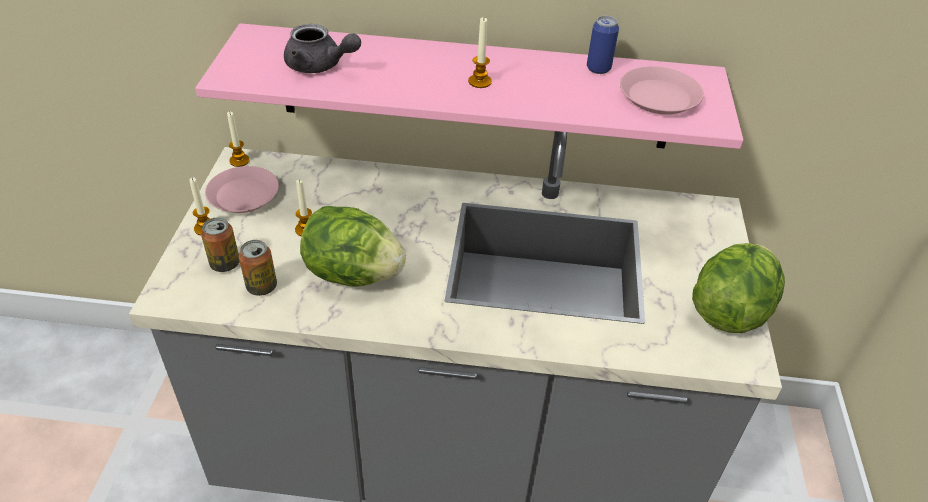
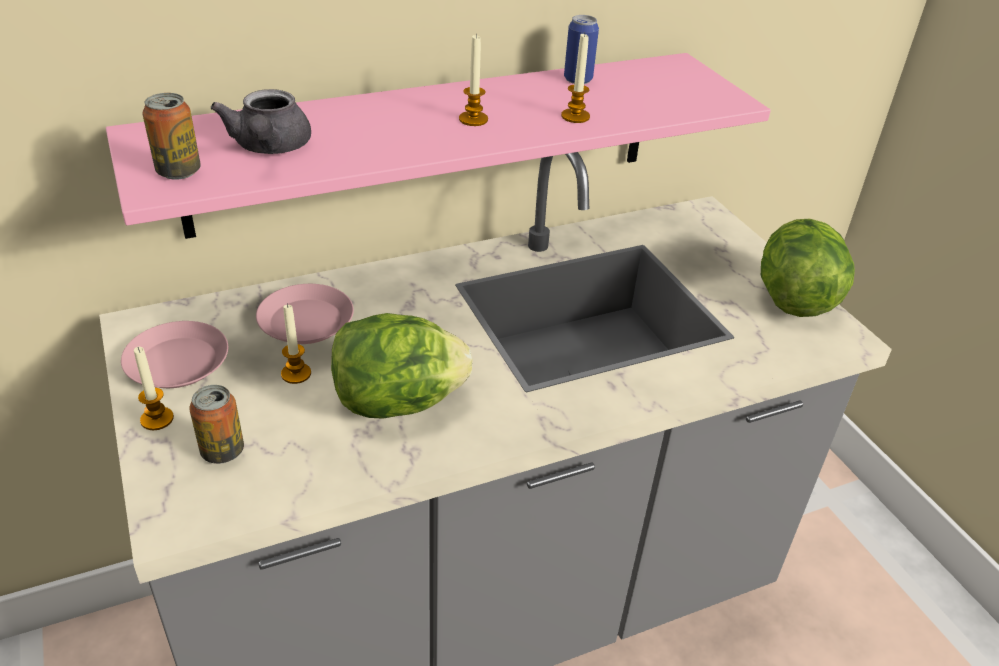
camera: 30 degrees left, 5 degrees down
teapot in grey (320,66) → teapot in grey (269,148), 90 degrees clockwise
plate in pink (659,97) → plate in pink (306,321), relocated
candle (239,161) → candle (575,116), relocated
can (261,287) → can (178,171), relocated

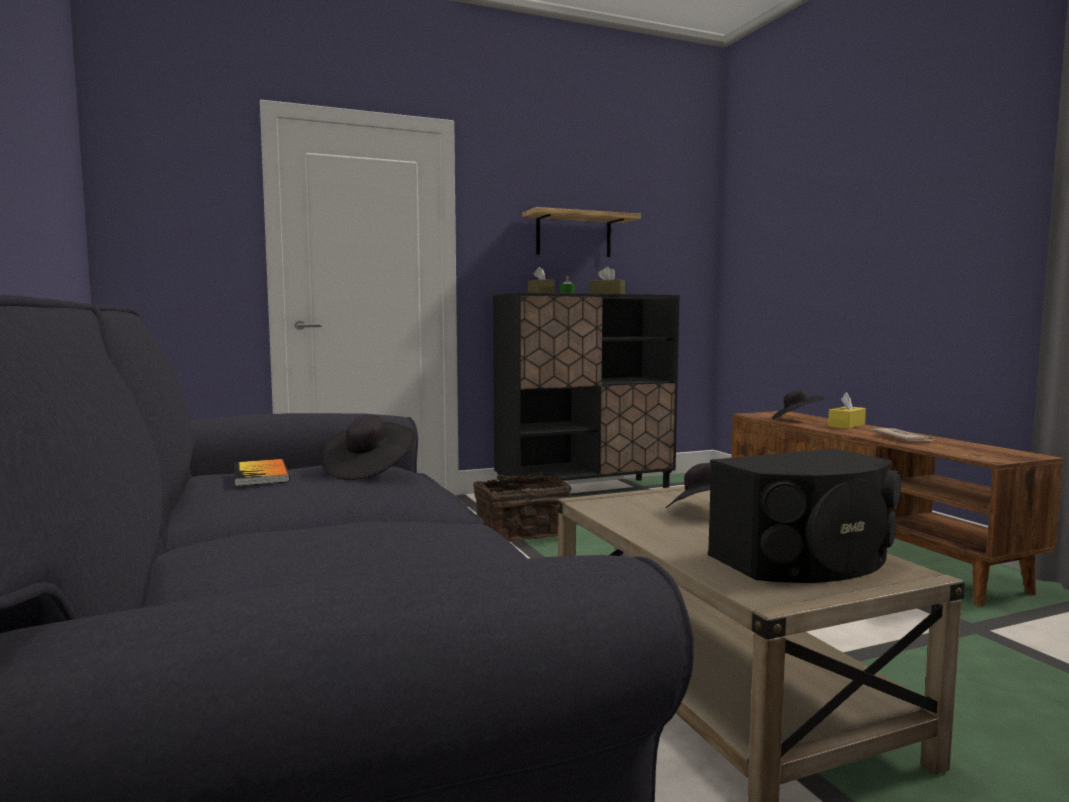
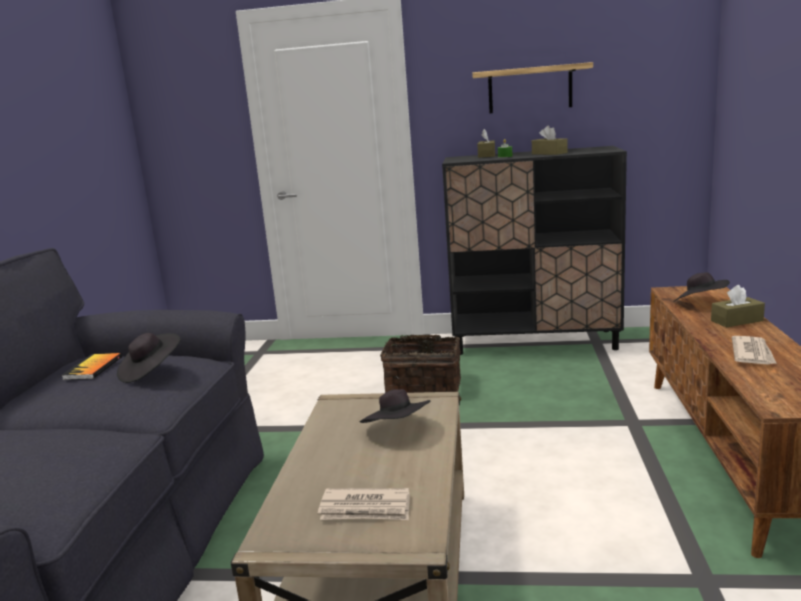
camera: 30 degrees right, 10 degrees up
tissue box in yellow (846,425) → tissue box in brown (736,321)
speaker in black (806,561) → newspaper (366,509)

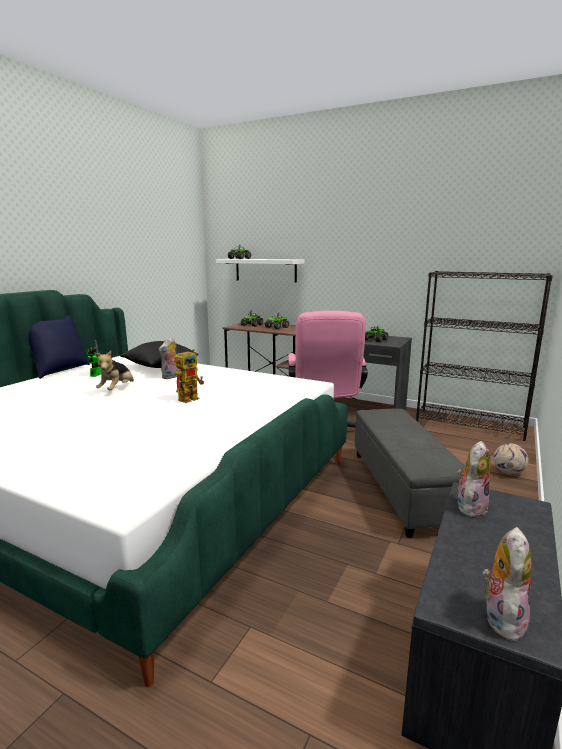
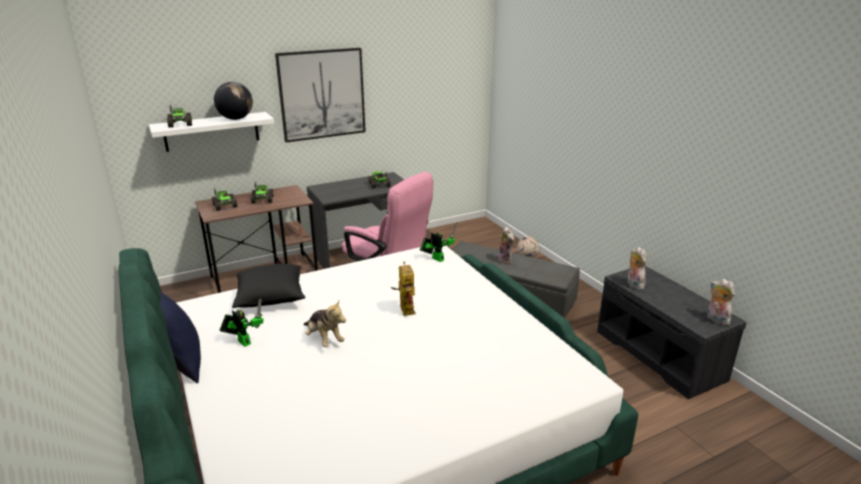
camera: 55 degrees left, 10 degrees up
bookcase in black (470,424) → -
plush toy (171,377) → plush toy (506,260), relocated
- → picture (322,94)
- → globe (236,119)
- → toy robot (436,258)

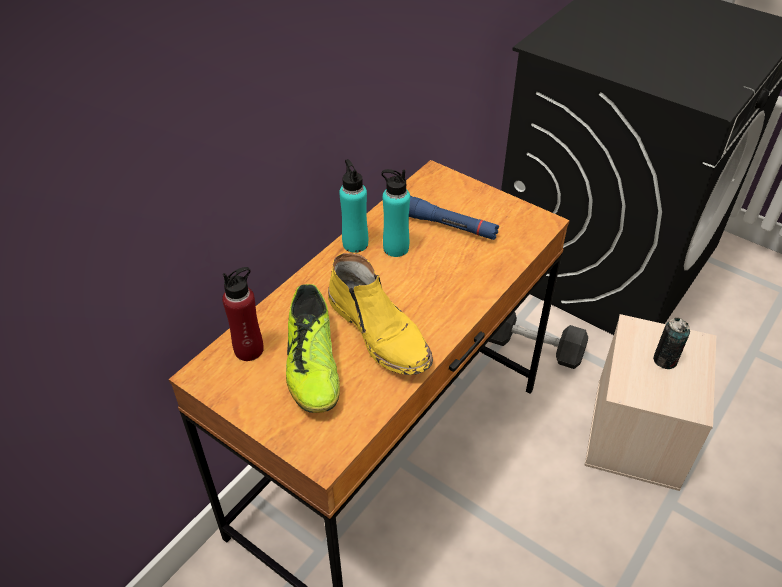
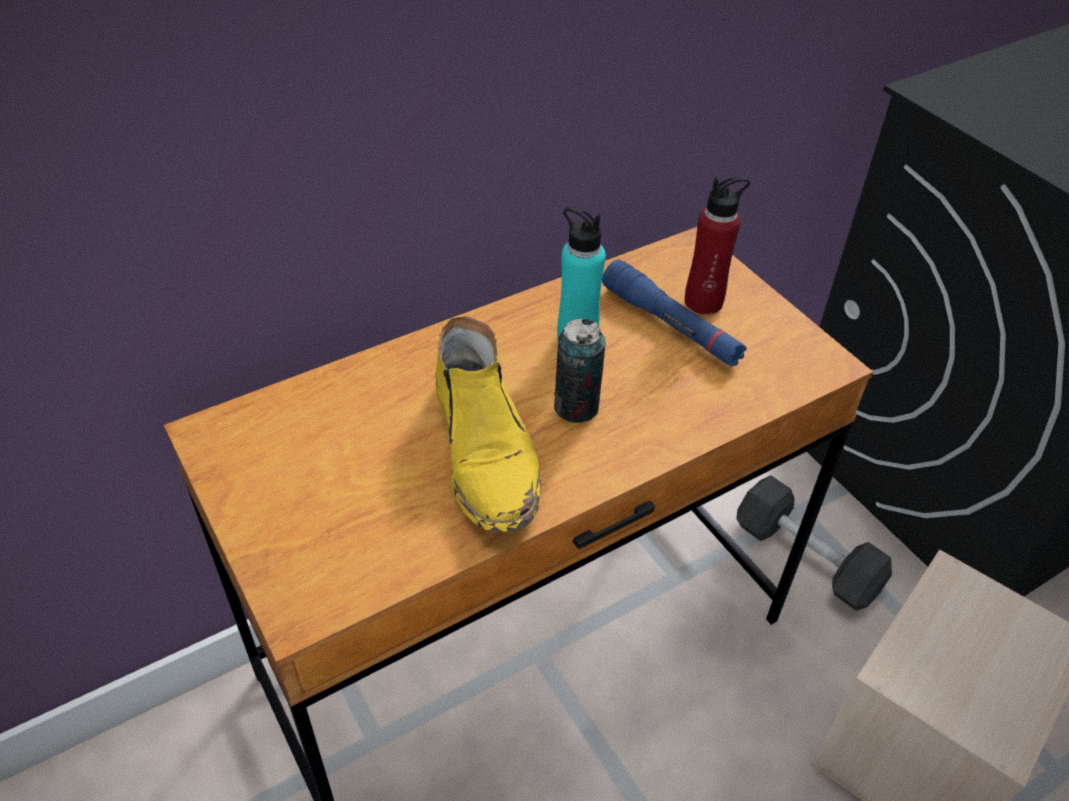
camera: 20 degrees right, 0 degrees up
bottle in turquoise (355,243) → -
bottle in red (249,349) → bottle in red (703,302), relocated
shoe (312,364) → -
can (665,360) → can (576,407), relocated

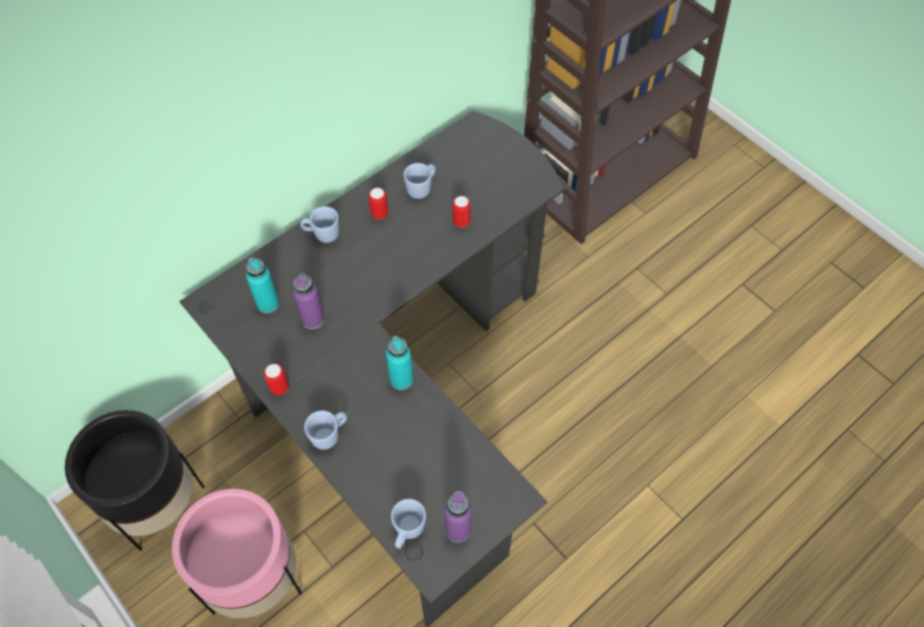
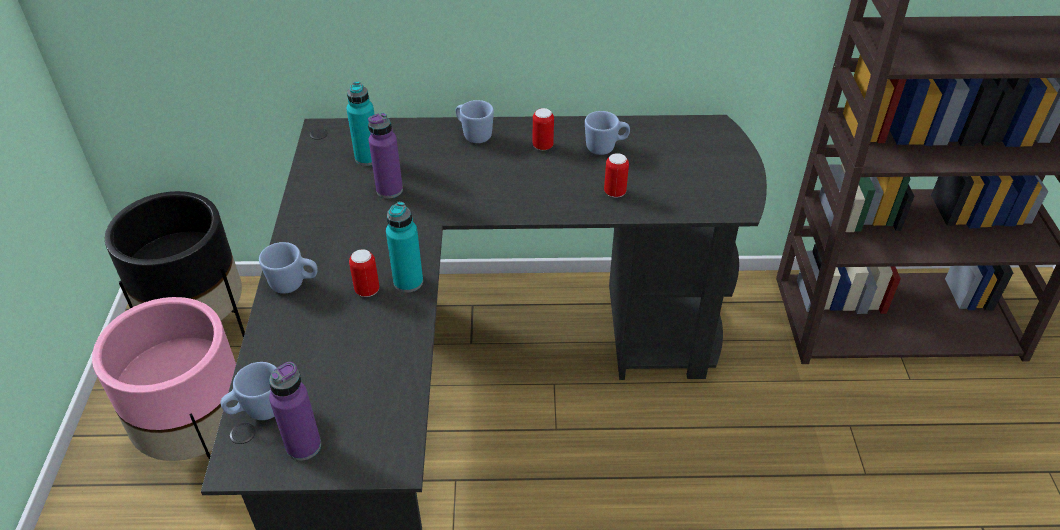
camera: 40 degrees right, 15 degrees down
can (279,387) → can (367,290), relocated

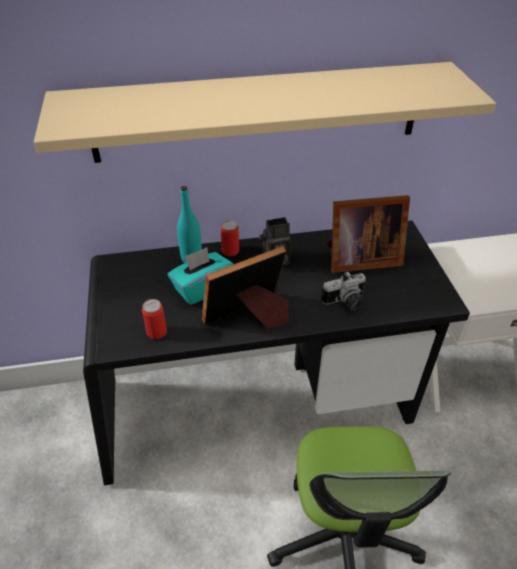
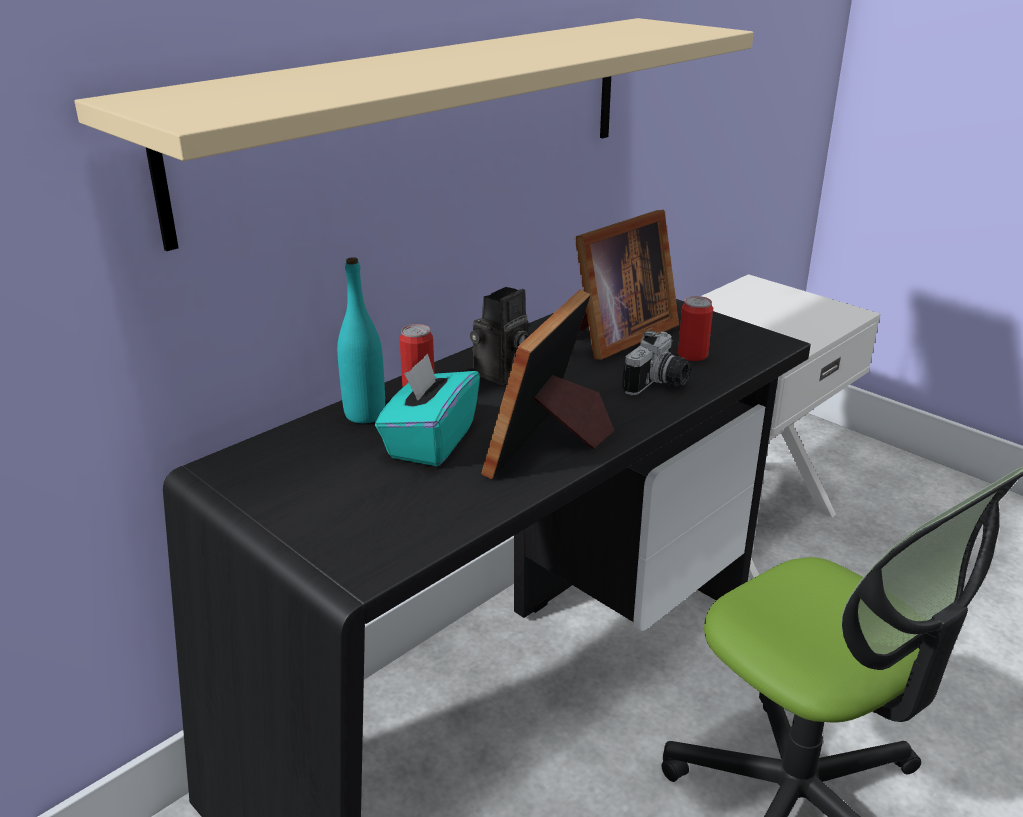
camera: 35 degrees left, 15 degrees down
can (156,332) → can (692,355), relocated

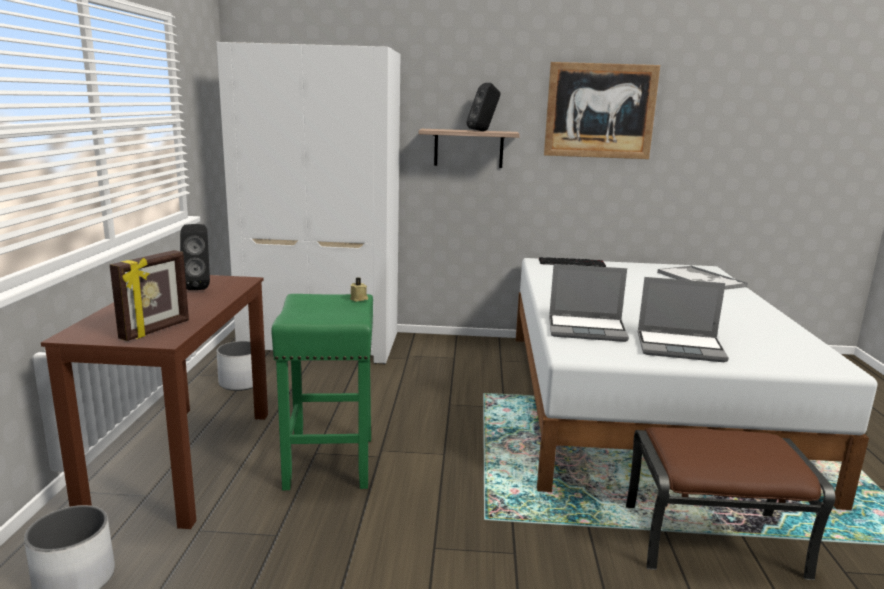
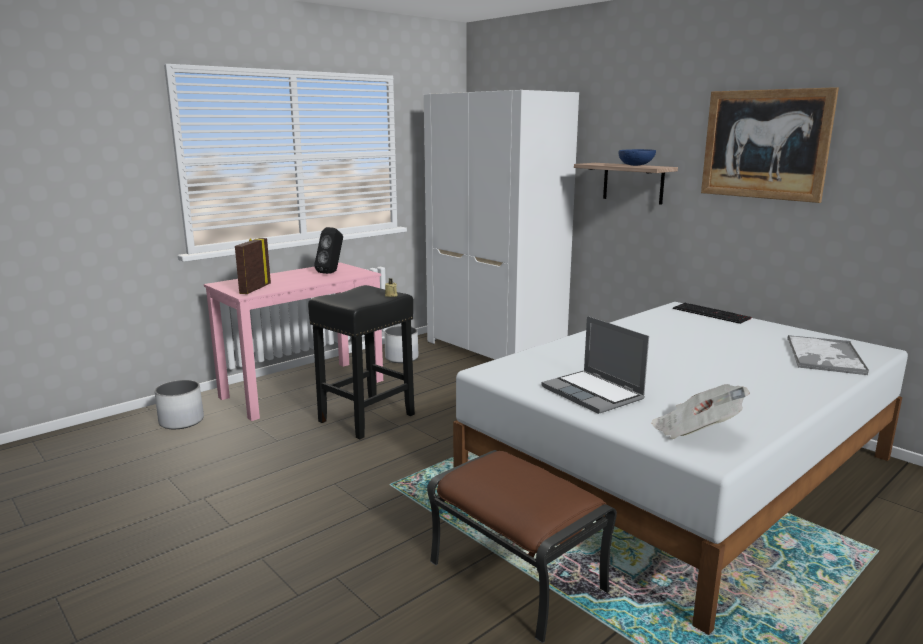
camera: 45 degrees right, 0 degrees up
speaker in black (483,131) → bowl in blue (636,165)
picture frame (156,330) → picture frame (254,289), 120 degrees clockwise
laptop (587,329) → -
desk in brown (184,459) → desk in pink (304,388)
stool in green (329,463) → stool in black (365,418)
- → newspaper (695,432)

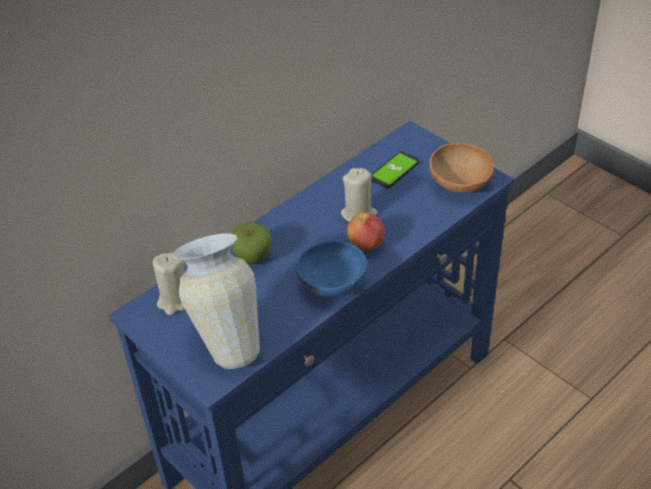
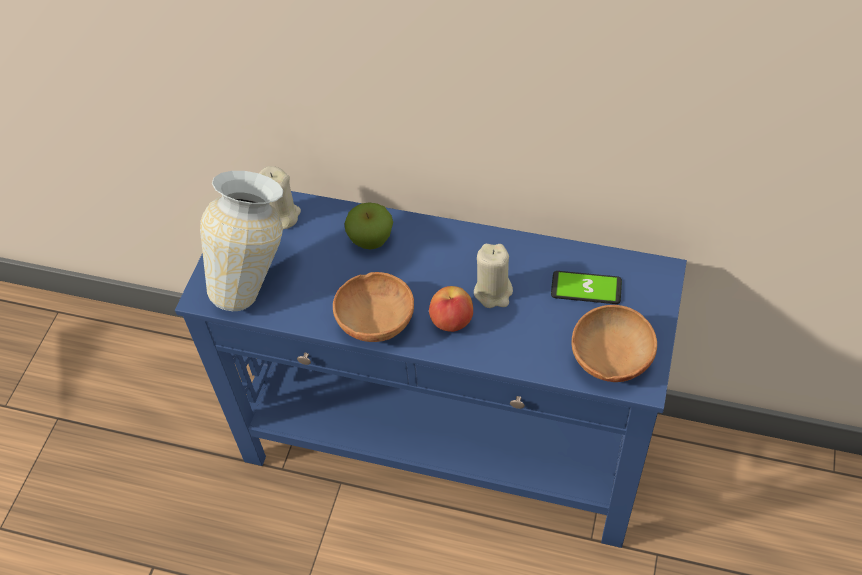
camera: 60 degrees right, 10 degrees up
bowl in blue (332,284) → bowl in brown (377,321)

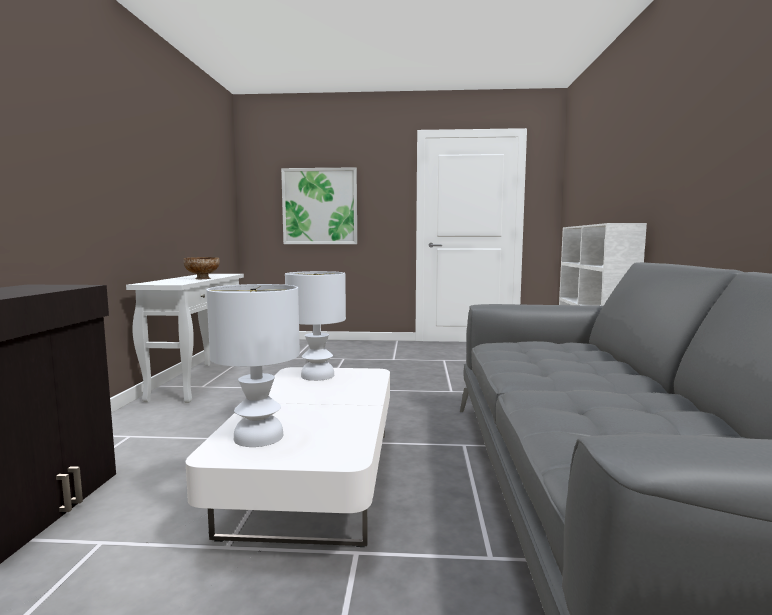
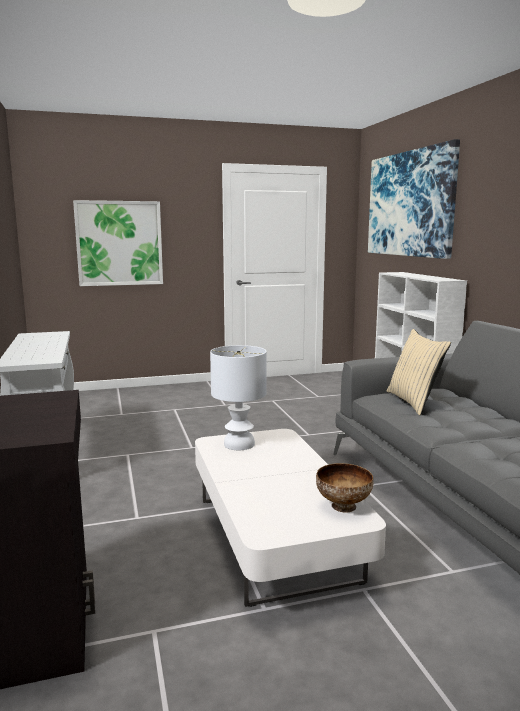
camera: 20 degrees left, 5 degrees up
bowl (202,278) → bowl (342,506), relocated
table lamp in white (258,436) → -
- → picture (409,204)
- → pillow in beige (414,402)

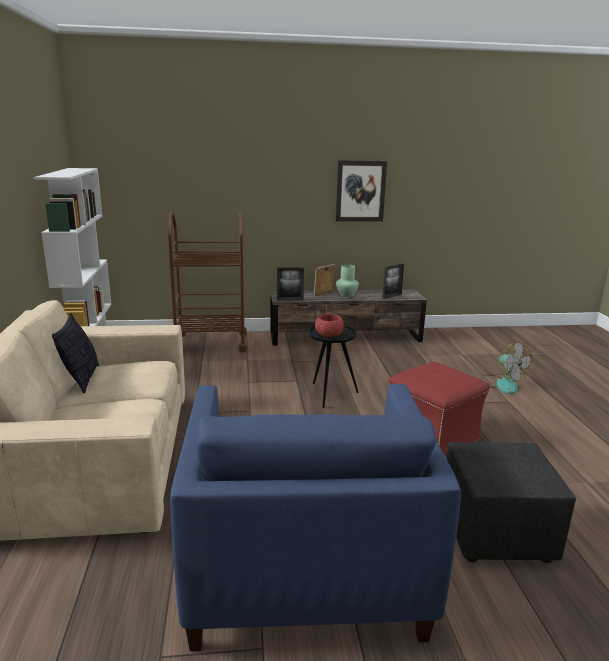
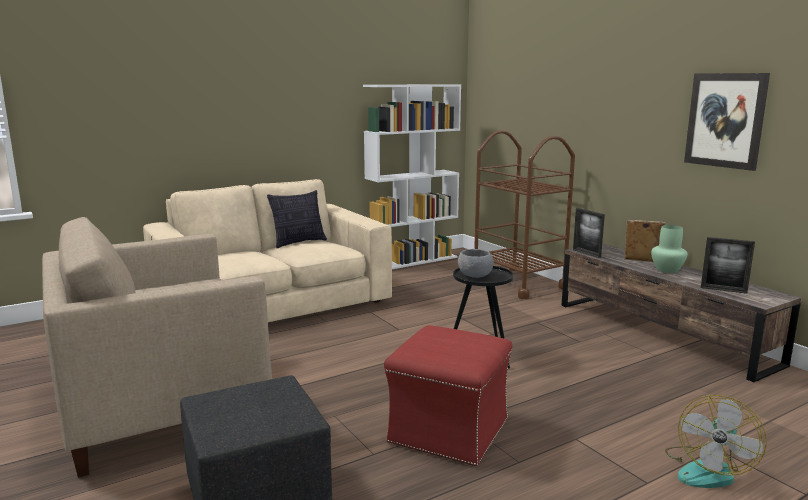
camera: 65 degrees right, 5 degrees down
bowl in red (328,335) → bowl in grey (475,275)
armchair in blue (304,569) → armchair in beige (162,404)

